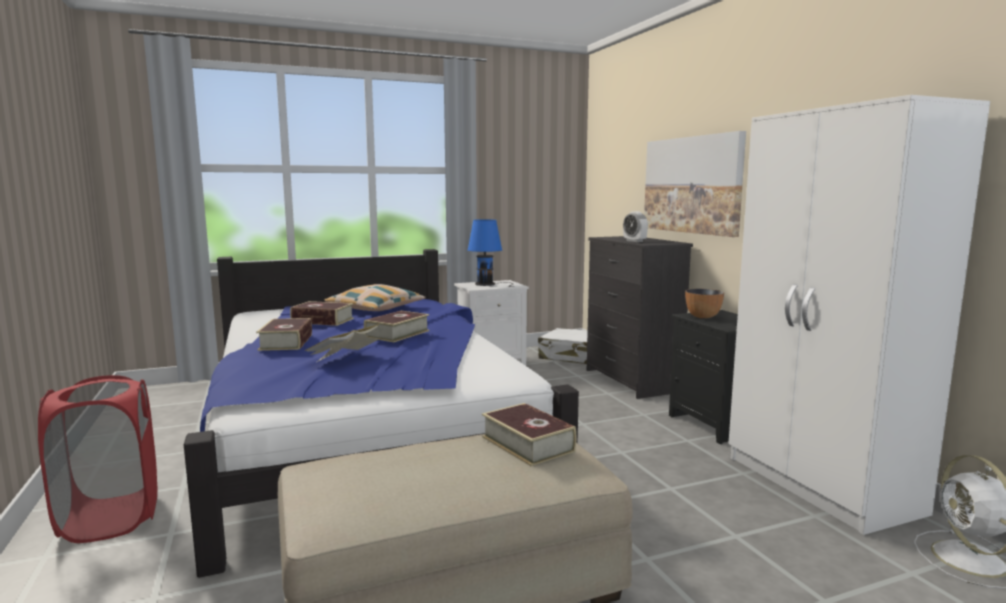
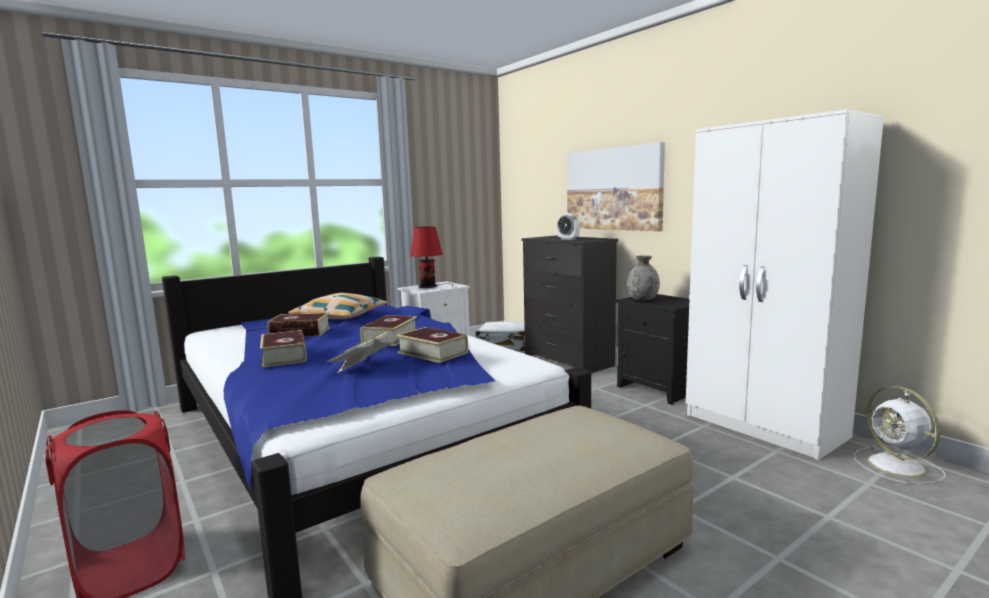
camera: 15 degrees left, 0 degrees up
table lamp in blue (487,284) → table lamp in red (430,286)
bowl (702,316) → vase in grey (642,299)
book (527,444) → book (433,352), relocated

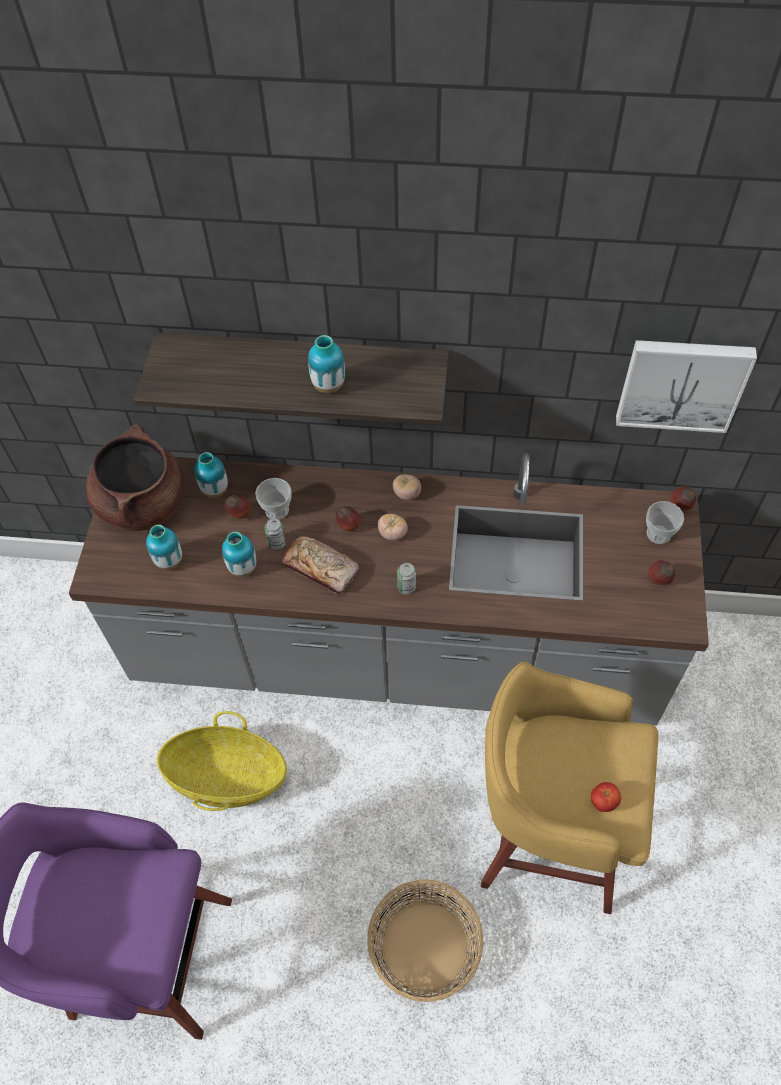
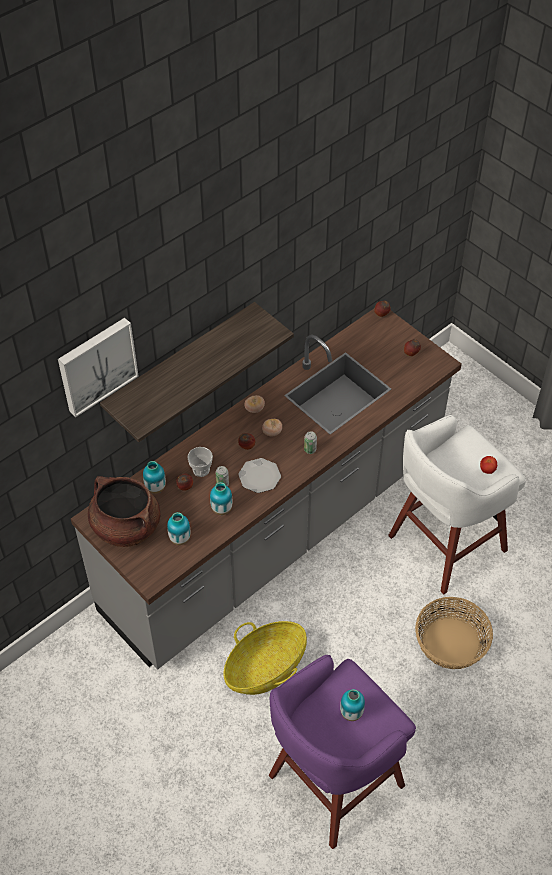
camera: 50 degrees left, 5 degrees down
vase (328,386) → vase (351,713), relocated
picture (682,383) → picture (96,365), relocated
cup (658,534) → -
bread (321,568) → plate (259,476)
stool in yellow (546,835) → stool in white (444,545)

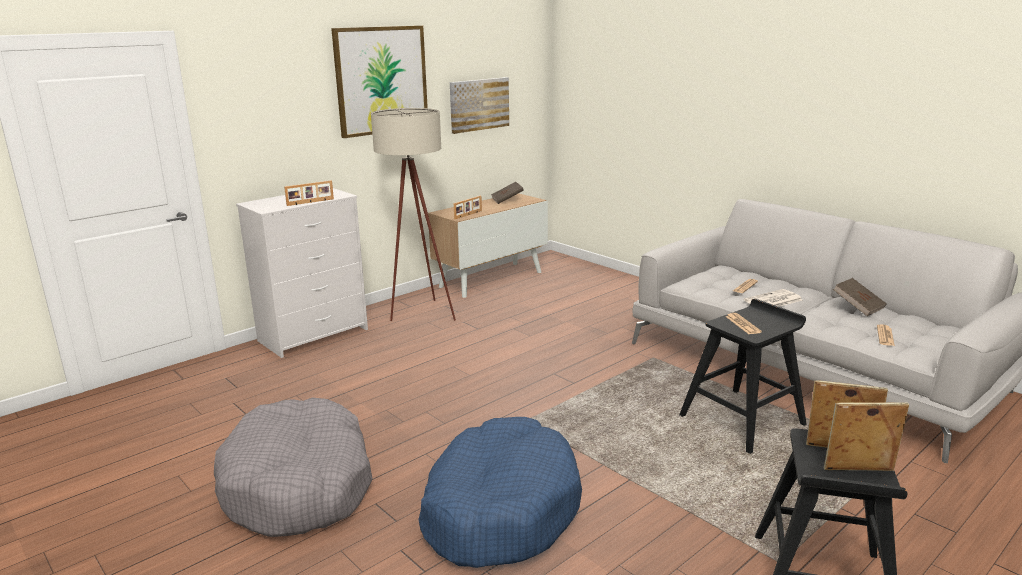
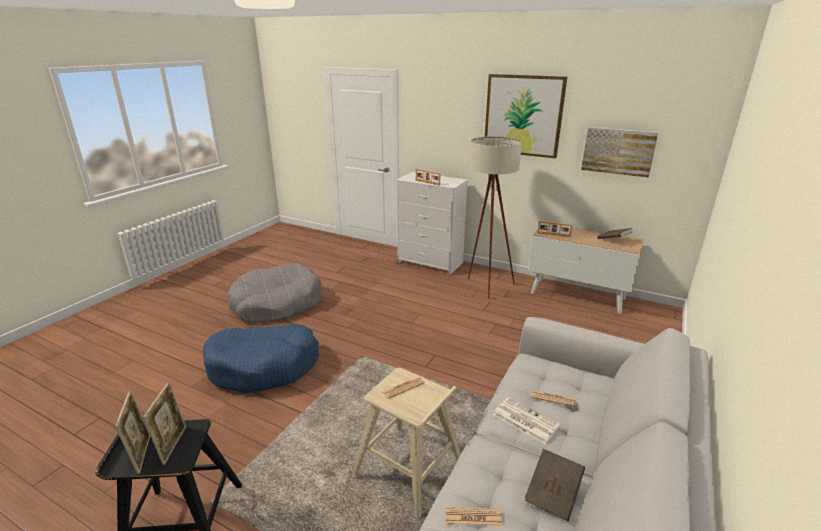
camera: 70 degrees right, 5 degrees up
stool in black (743,420) → stool in beige (409,470)

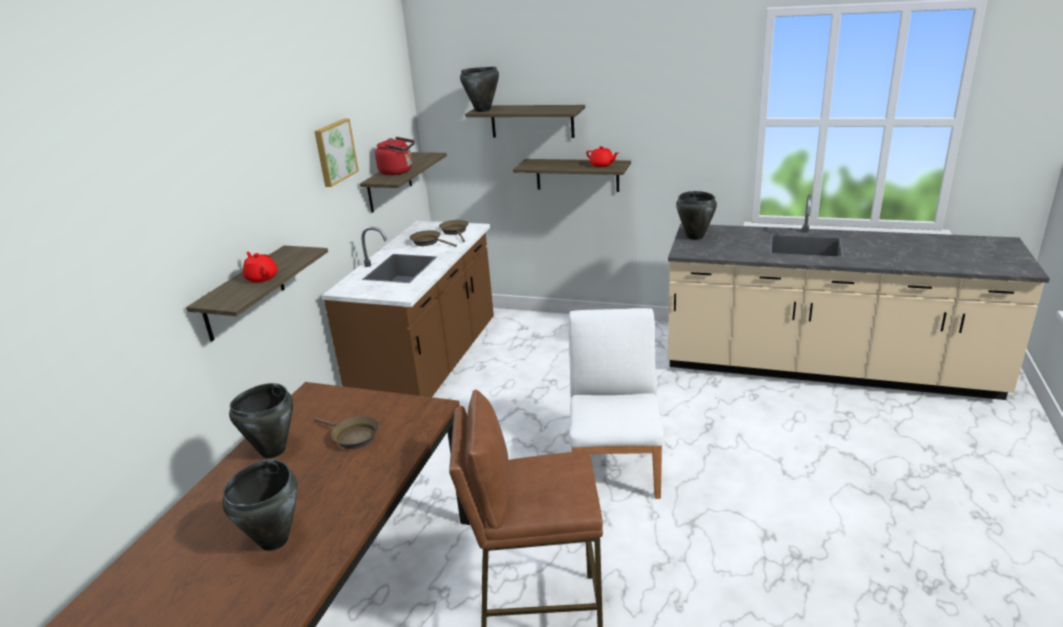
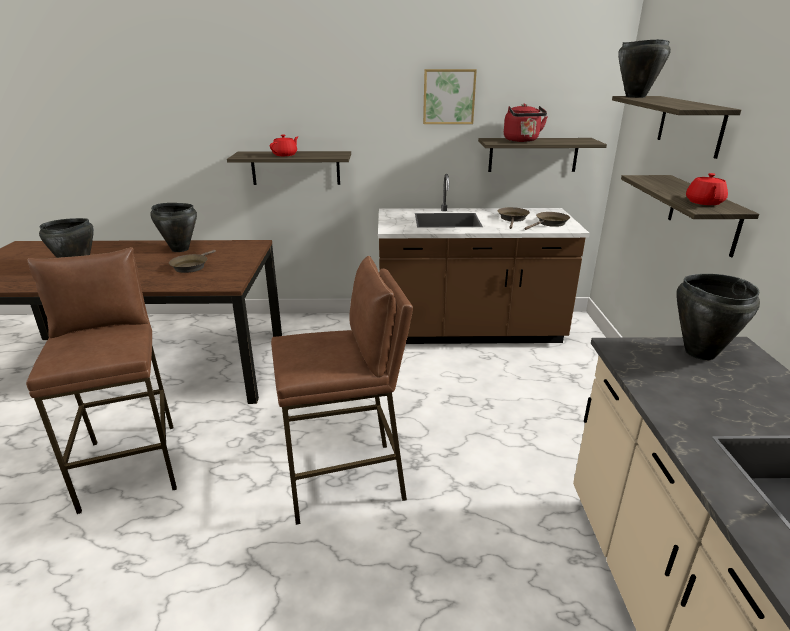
camera: 70 degrees right, 0 degrees up
chair in white (616,467) → stool in brown (345,480)

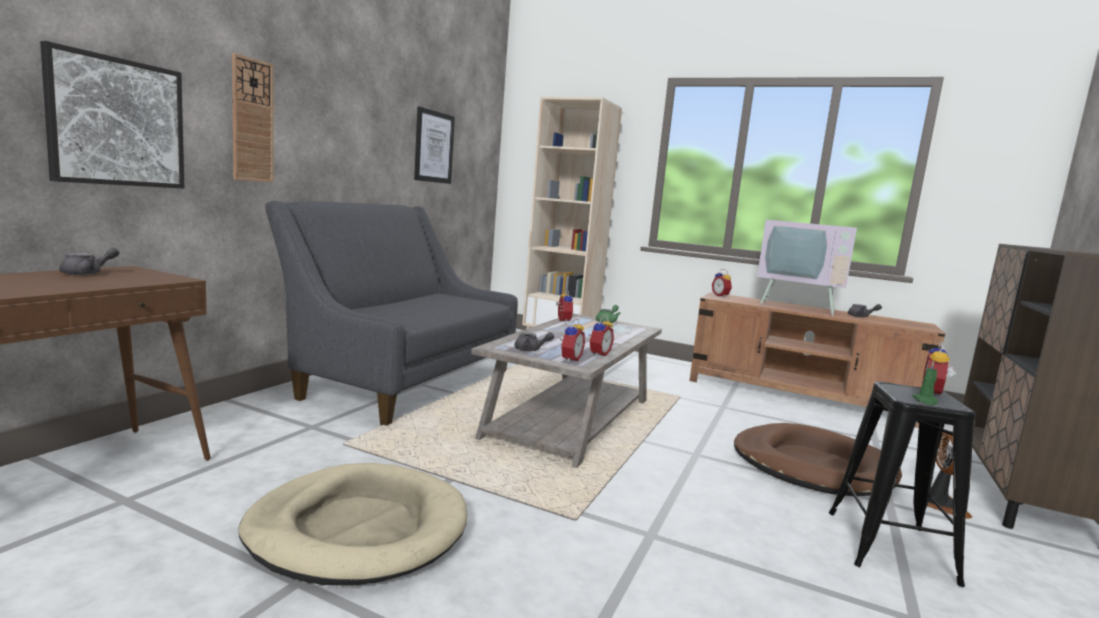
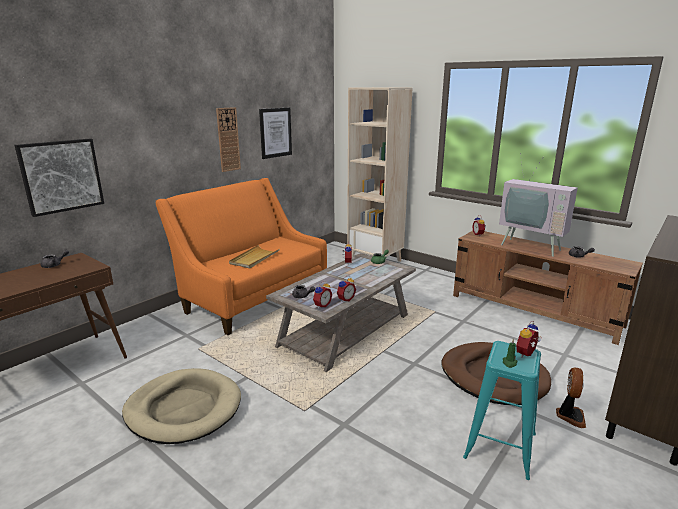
camera: 15 degrees right, 10 degrees up
wall clock (252,121) → wall clock (228,139), relocated
sofa in grey (402,381) → sofa in orange (252,298)
stool in black (890,546) → stool in turquoise (500,445)
- → tray in beige (254,258)

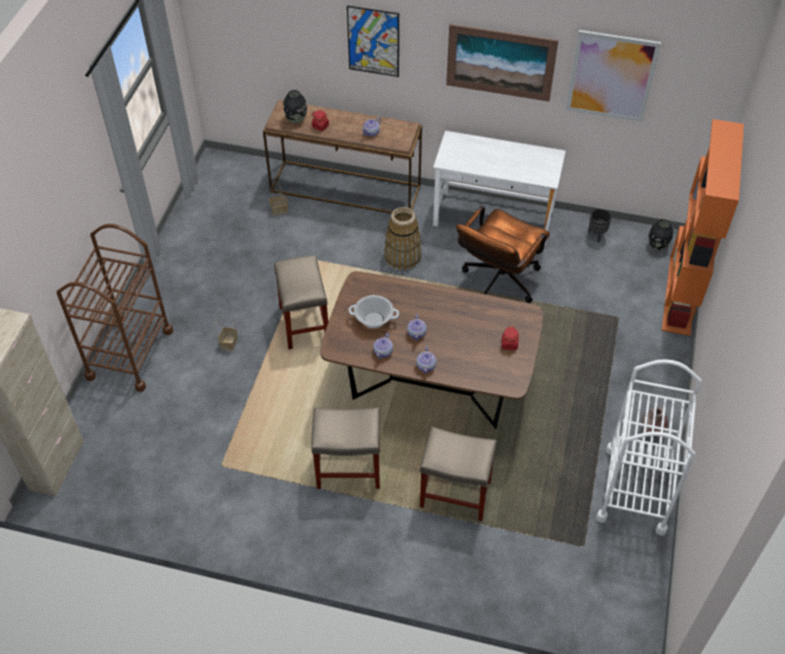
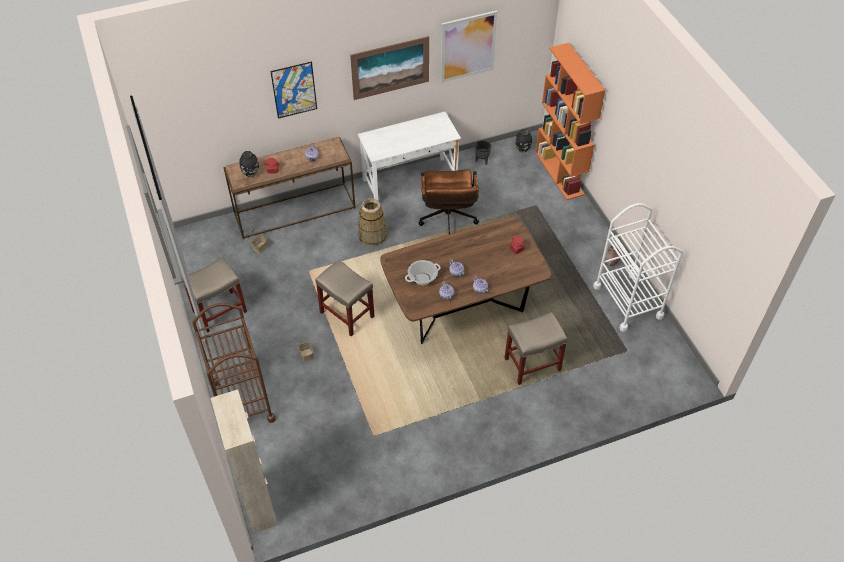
camera: 35 degrees left, 0 degrees up
stool in beige (347,469) → stool in beige (219,312), relocated

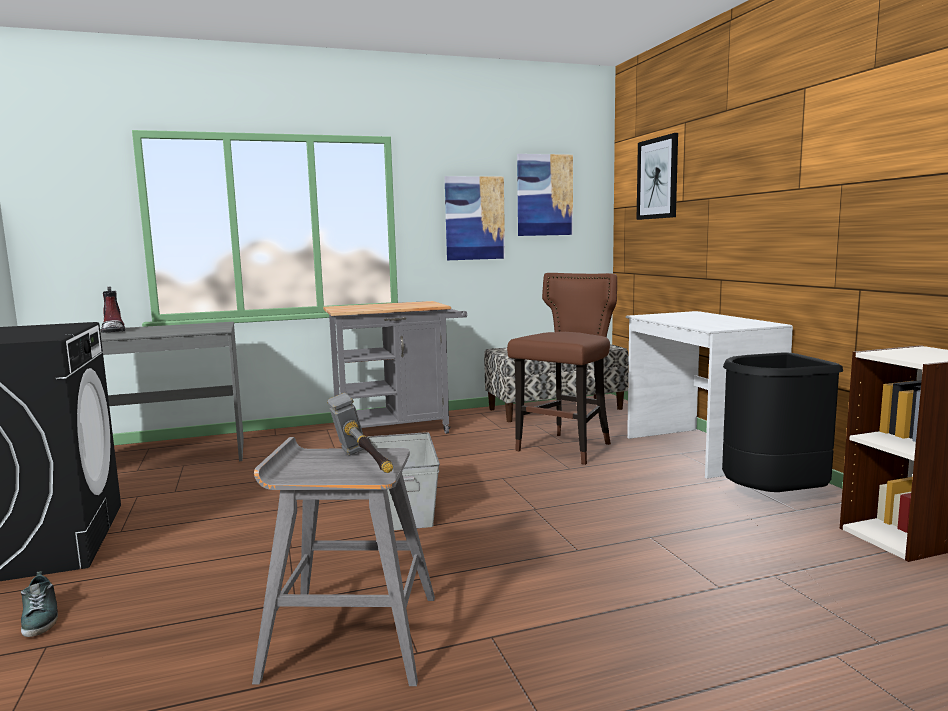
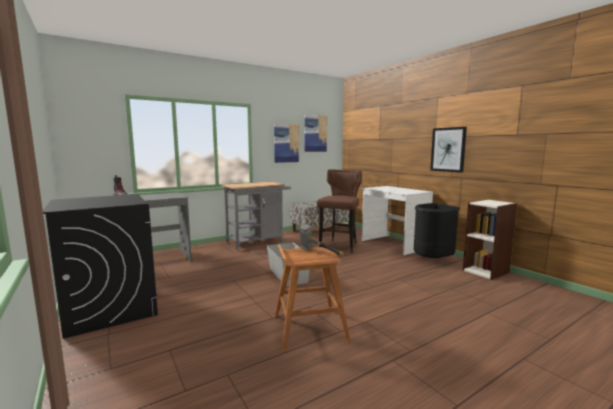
camera: 15 degrees left, 0 degrees up
picture (657,178) → picture (448,149), relocated
stool in grey (350,636) → stool in brown (308,328)
shoe (41,617) → -

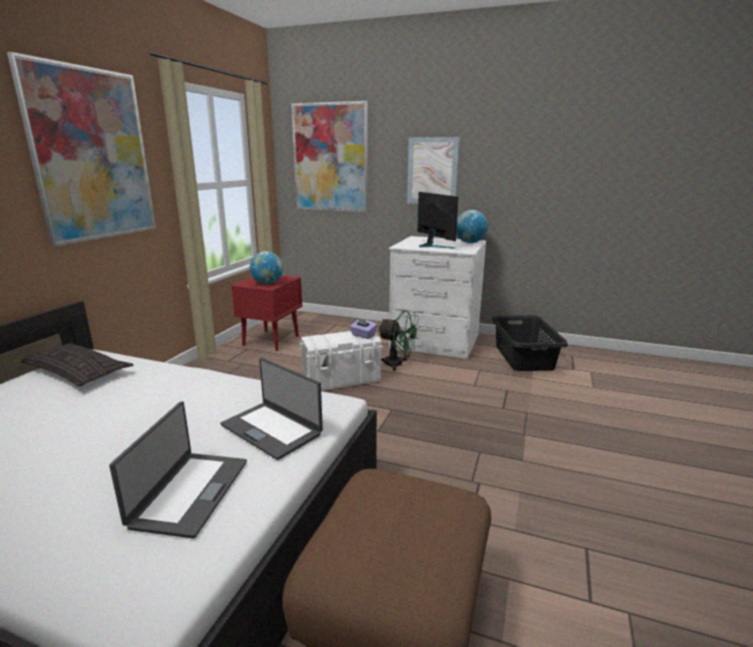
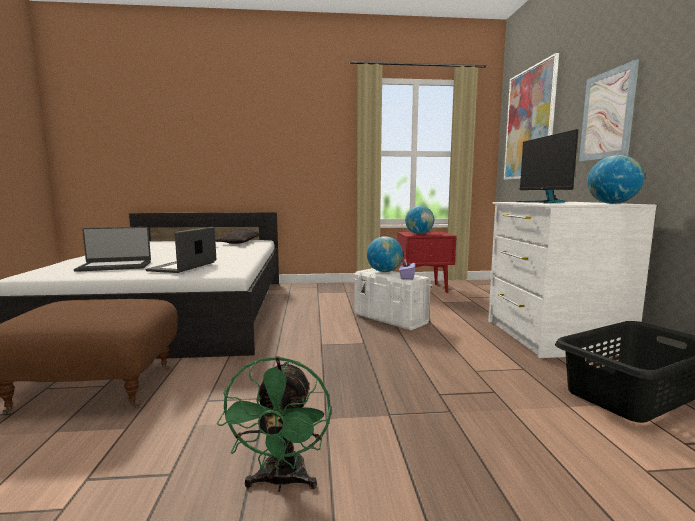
camera: 65 degrees right, 10 degrees down
picture (92,155) → -
monitor (433,245) → monitor (544,202), 135 degrees clockwise
fan in green (398,364) → fan in green (281,482), relocated
- → globe (384,271)

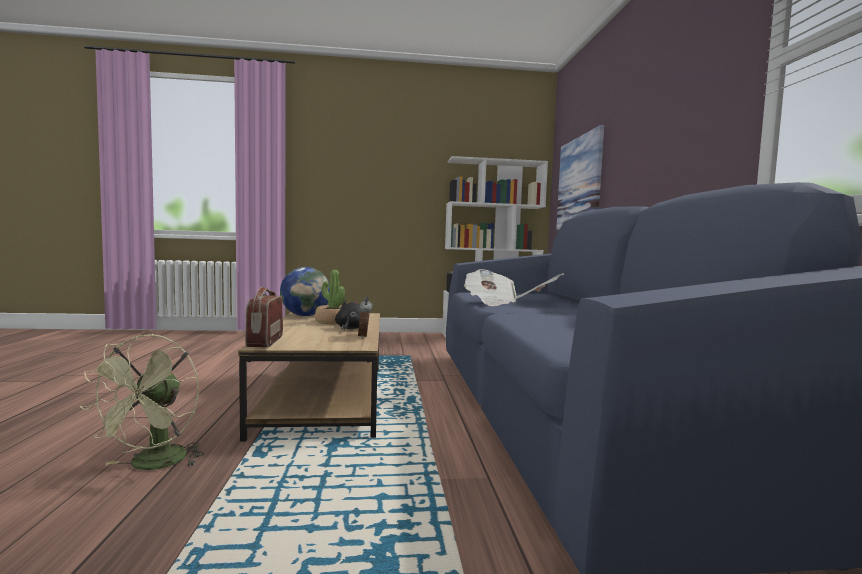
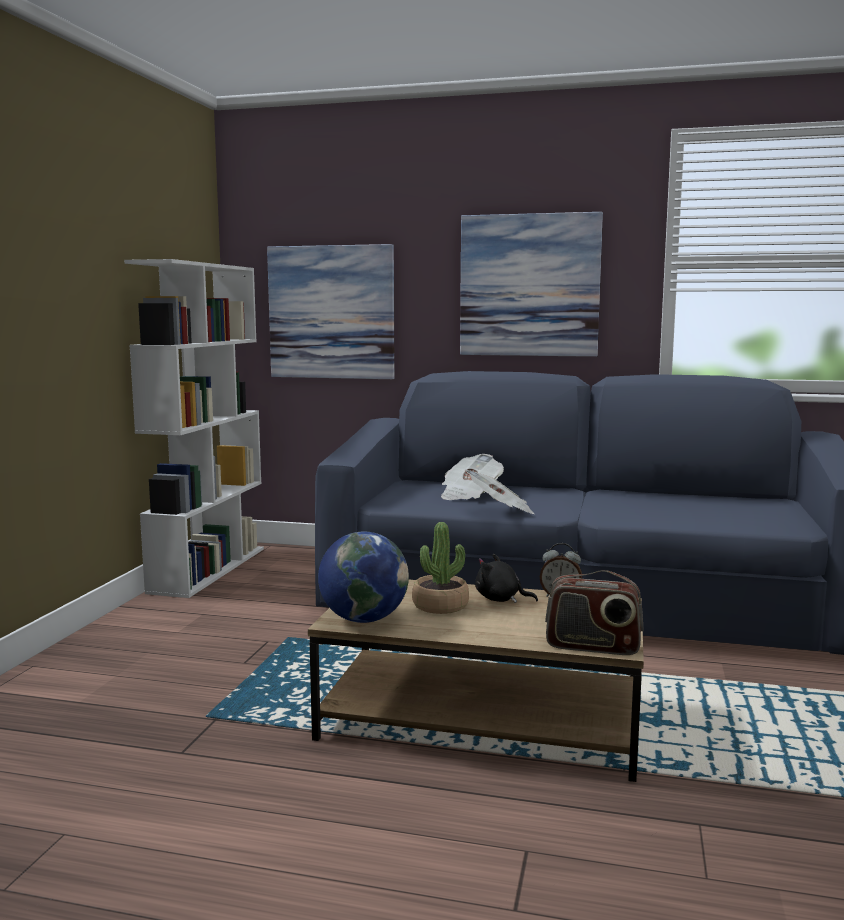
camera: 70 degrees left, 5 degrees up
fan in green (152,465) → -
- → picture (529,285)

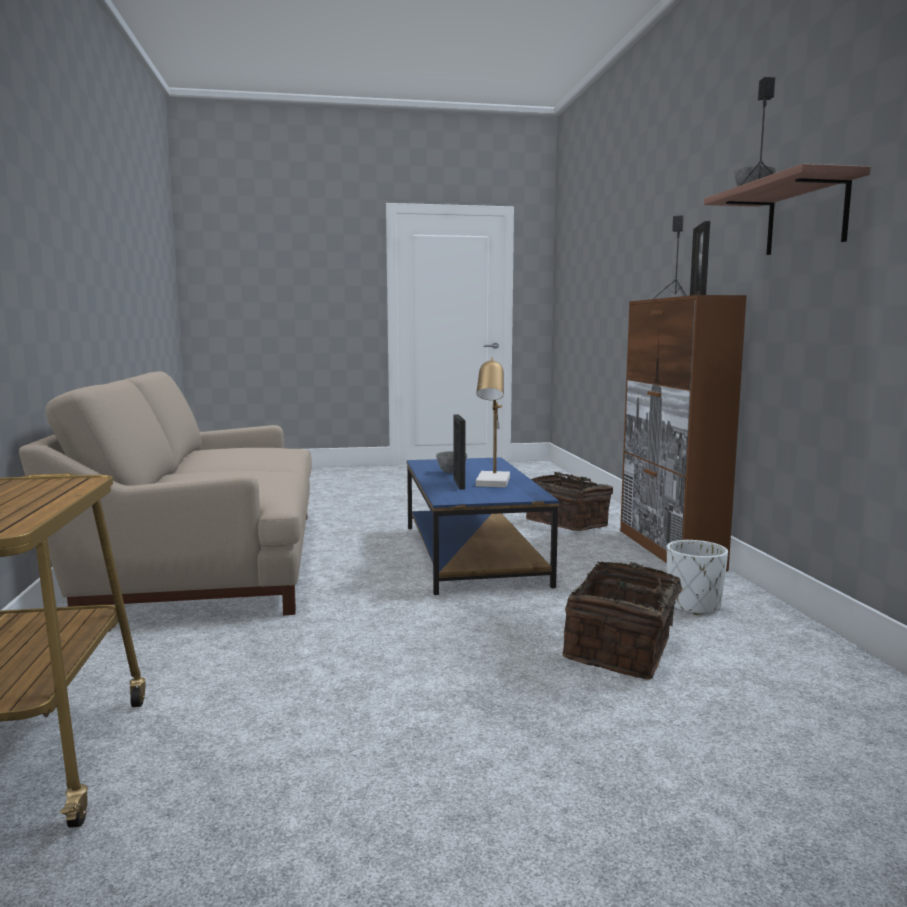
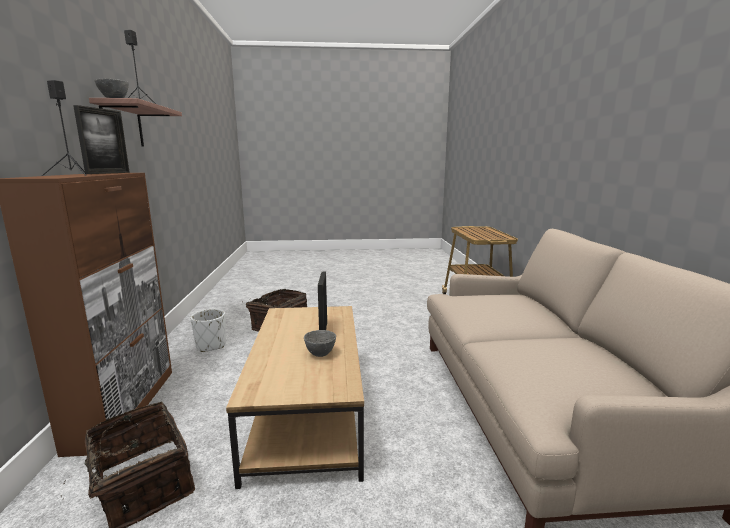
camera: 175 degrees left, 5 degrees up
table lamp (493,483) → -
coffee table in blue (471,554) → coffee table in brown (308,408)

